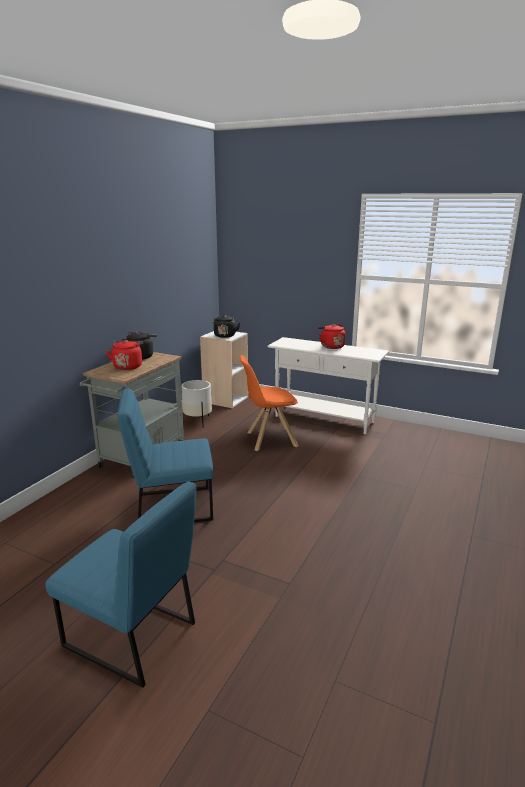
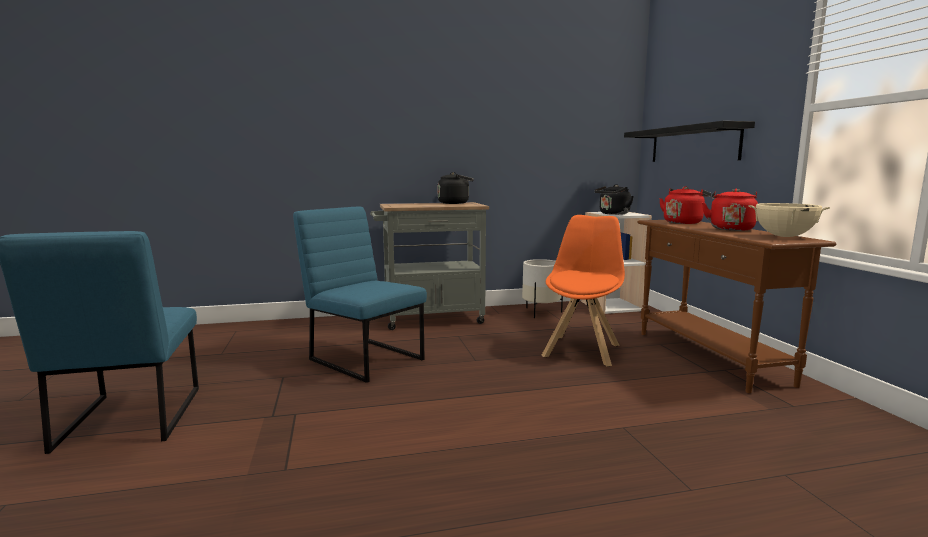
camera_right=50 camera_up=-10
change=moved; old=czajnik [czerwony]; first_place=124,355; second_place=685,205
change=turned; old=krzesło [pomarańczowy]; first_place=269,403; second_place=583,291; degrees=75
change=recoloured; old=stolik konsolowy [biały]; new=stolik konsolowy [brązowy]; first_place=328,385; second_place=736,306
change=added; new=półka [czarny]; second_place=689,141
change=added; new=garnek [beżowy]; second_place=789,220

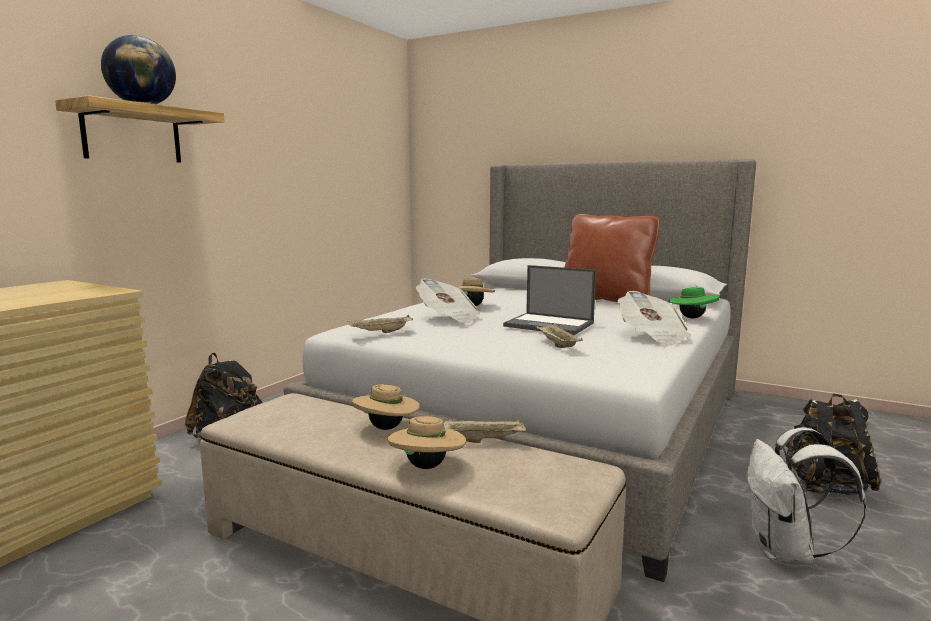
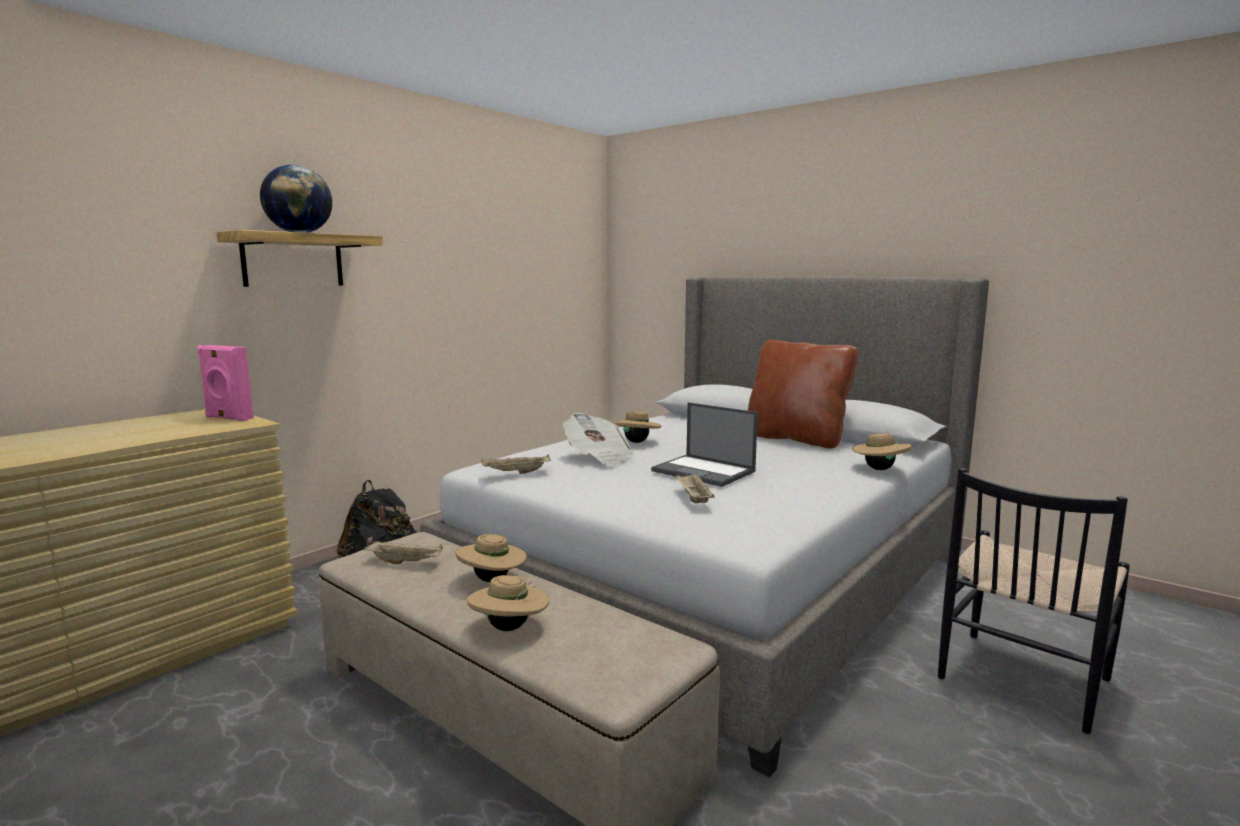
camera_right=10 camera_up=0
change=moved; old=taca [beżowy]; first_place=484,430; second_place=403,552
change=removed; old=gazeta; first_place=654,318
change=recoloured; old=kapelusz [zielony]; new=kapelusz [beżowy]; first_place=694,301; second_place=882,450
change=removed; old=plecak [biały]; first_place=806,495
change=replaced; old=plecak [czarny]; new=krzesło [czarny]; first_place=833,444; second_place=1034,601
change=added; new=głośnik [różowy]; second_place=225,383

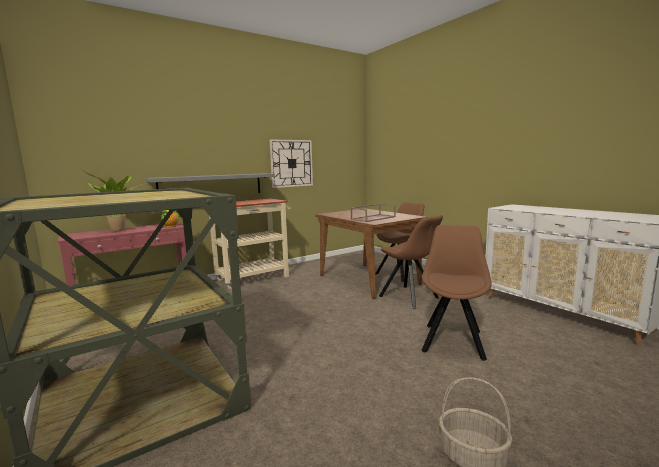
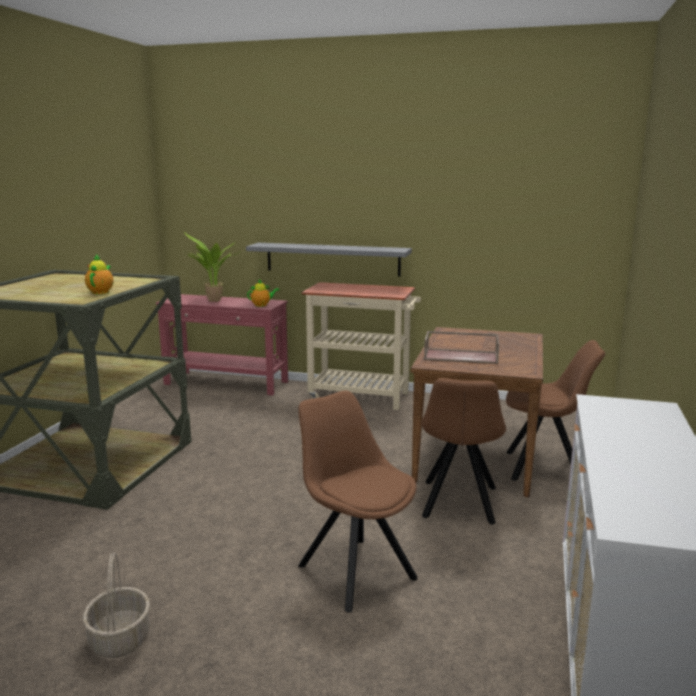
camera_right=50 camera_up=5
change=removed; old=zegar ścienny; first_place=291,163
change=turned; old=krzesło [brązowy]; first_place=456,293; second_place=357,501; degrees=-105
change=added; new=imbryk; second_place=99,274

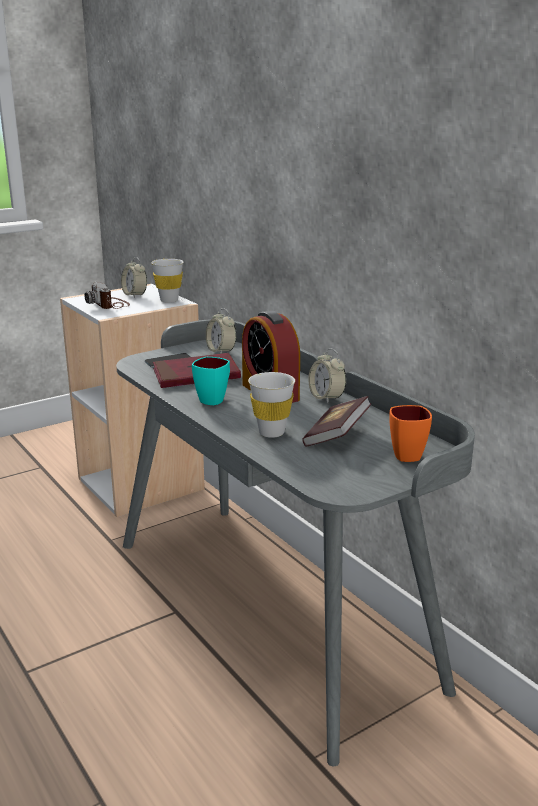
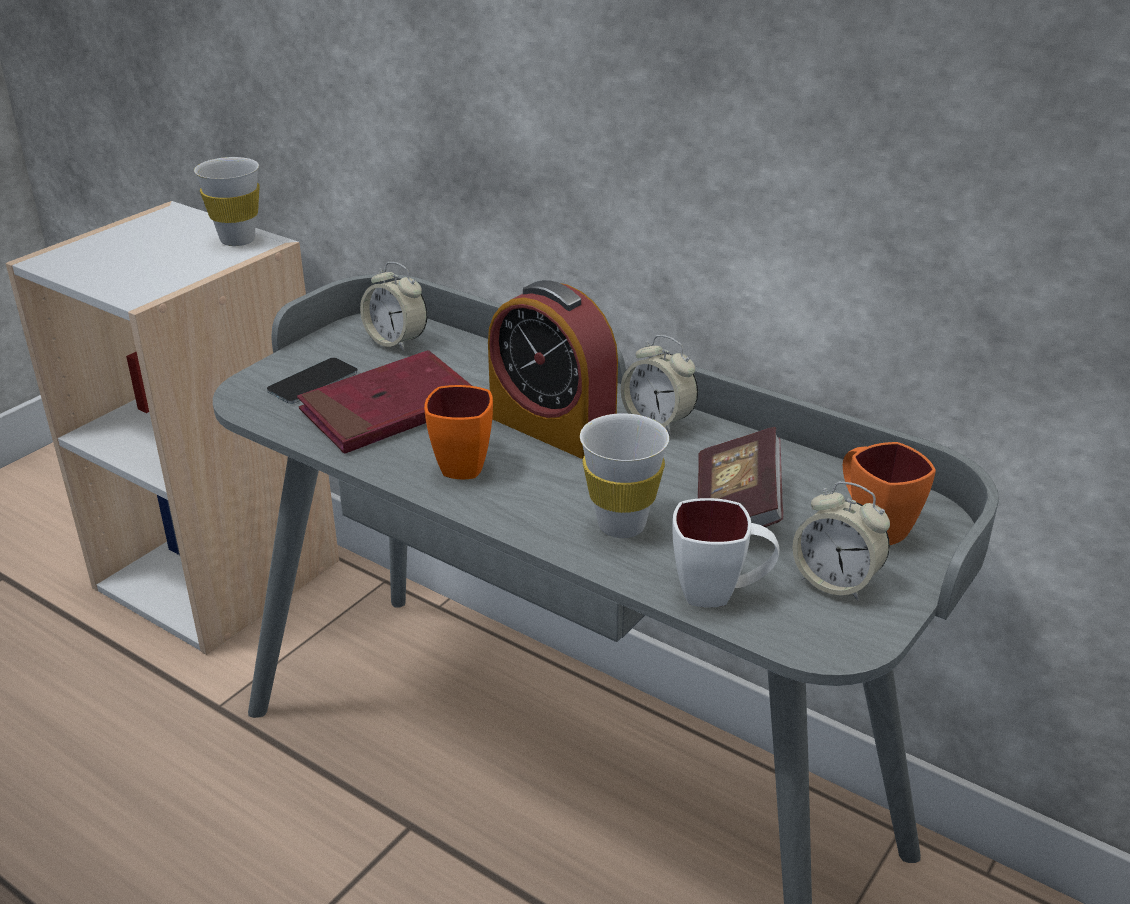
camera_right=-20 camera_up=10
change=removed; old=aparat fotograficzny; first_place=107,295
change=moved; old=budzik; first_place=134,277; second_place=841,541
change=recoloured; old=kubek [turkusowy]; new=kubek [pomarańczowy]; first_place=211,381; second_place=458,432
change=added; new=kubek [biały]; second_place=726,553

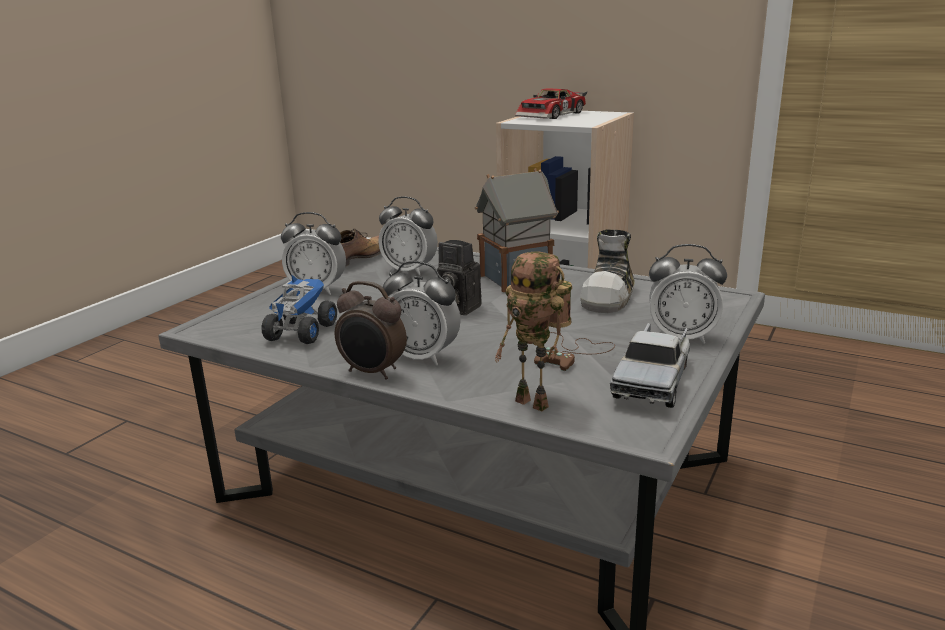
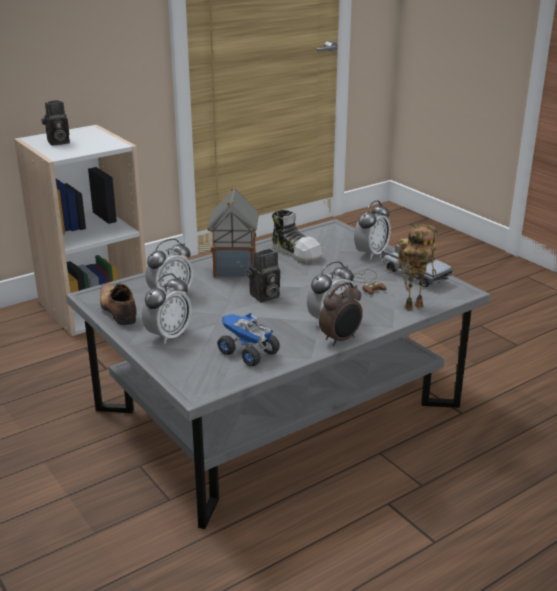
camera_right=-65 camera_up=5
change=replaced; old=samochodzik; new=aparat fotograficzny; first_place=551,104; second_place=56,123

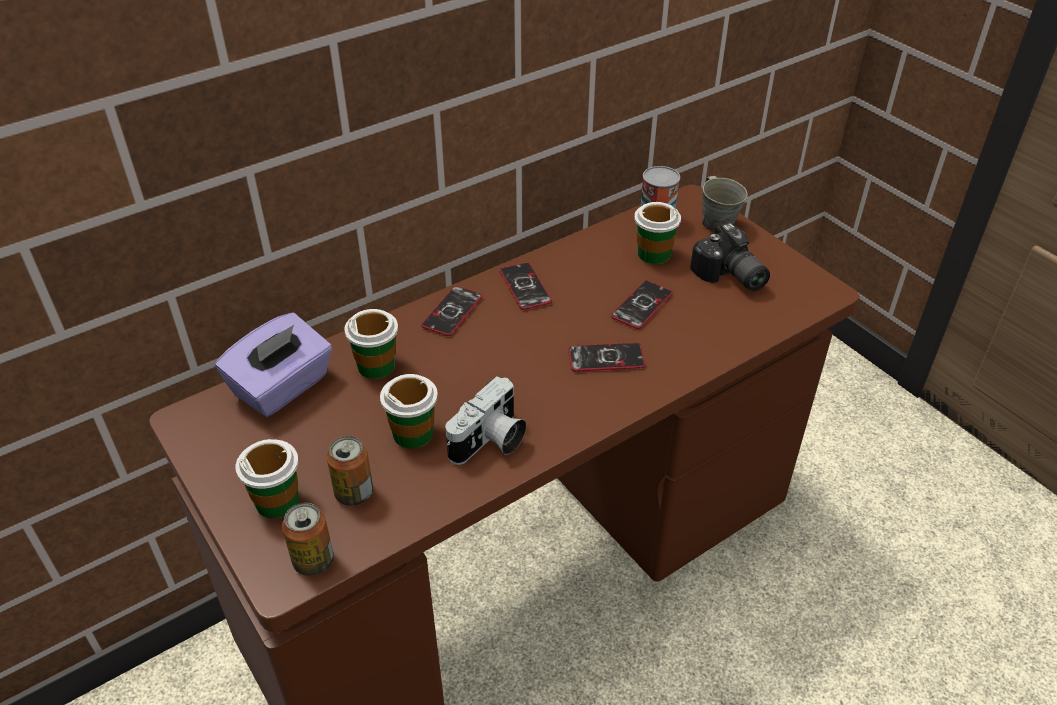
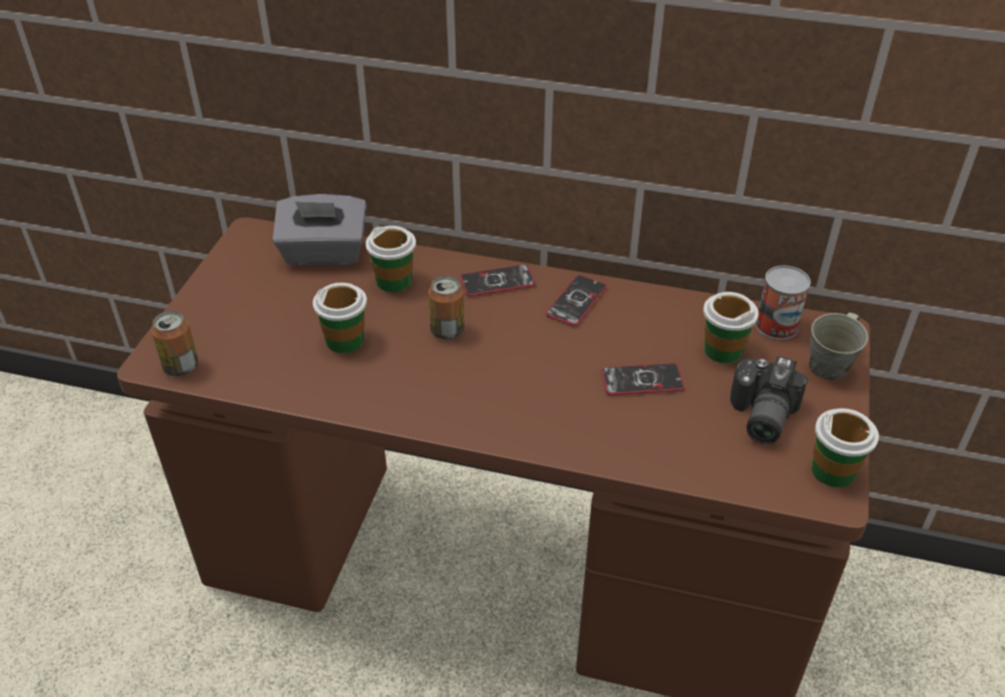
camera_right=50 camera_up=0
change=recoloured; old=pudełko chusteczek [fioletowy]; new=pudełko chusteczek [szary]; first_place=273,364; second_place=319,229
change=moved; old=filiżanka; first_place=267,478; second_place=845,447
change=moved; old=puszka; first_place=350,471; second_place=446,307
change=removed; old=aparat fotograficzny; first_place=486,420
change=removed; old=telefon; first_place=606,357

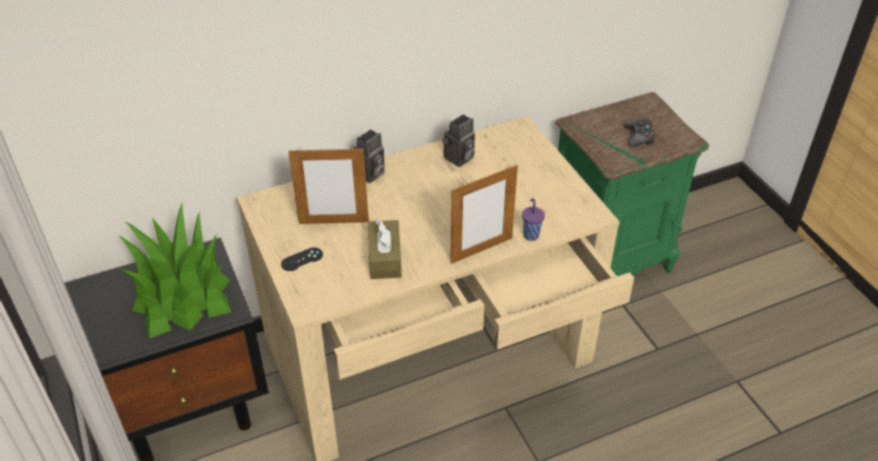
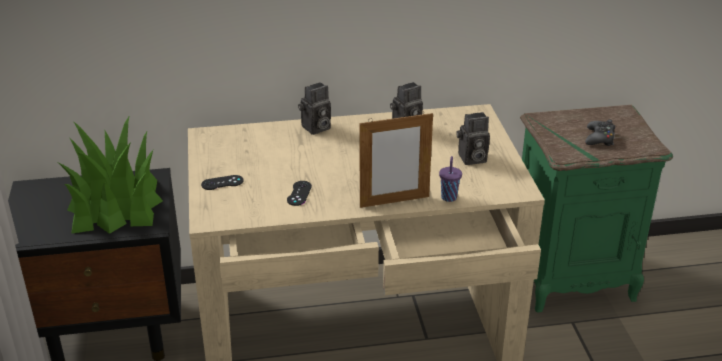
camera_right=15 camera_up=-10
change=removed; old=ramka na zdjęcie; first_place=328,185
change=replaced; old=pudełko chusteczek [brązowy]; new=pad do gier [czarny]; first_place=385,249; second_place=299,193
change=added; new=aparat fotograficzny; second_place=473,138

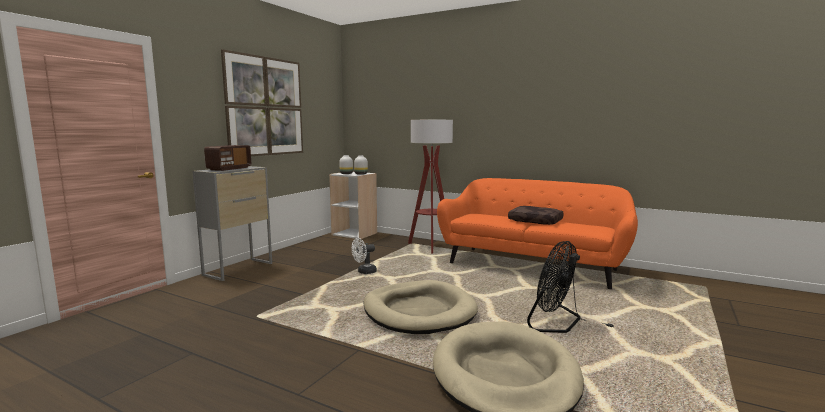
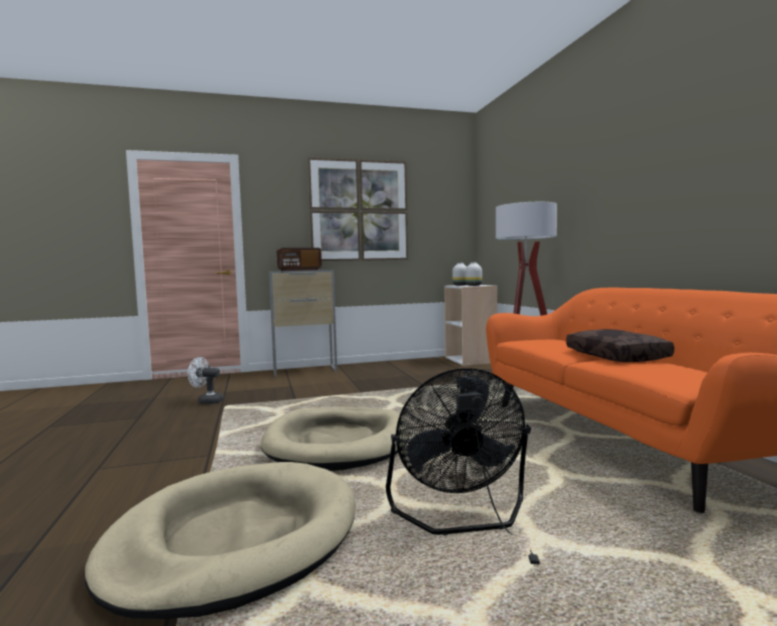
camera_right=45 camera_up=-5
change=moved; old=wentylator [biały]; first_place=364,256; second_place=205,380

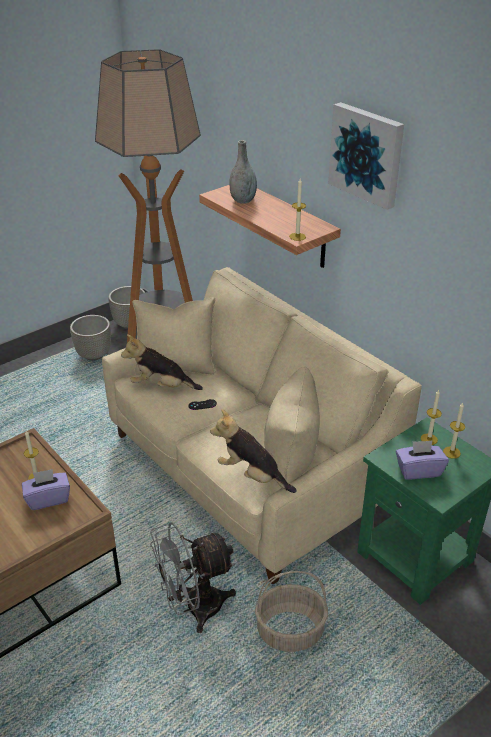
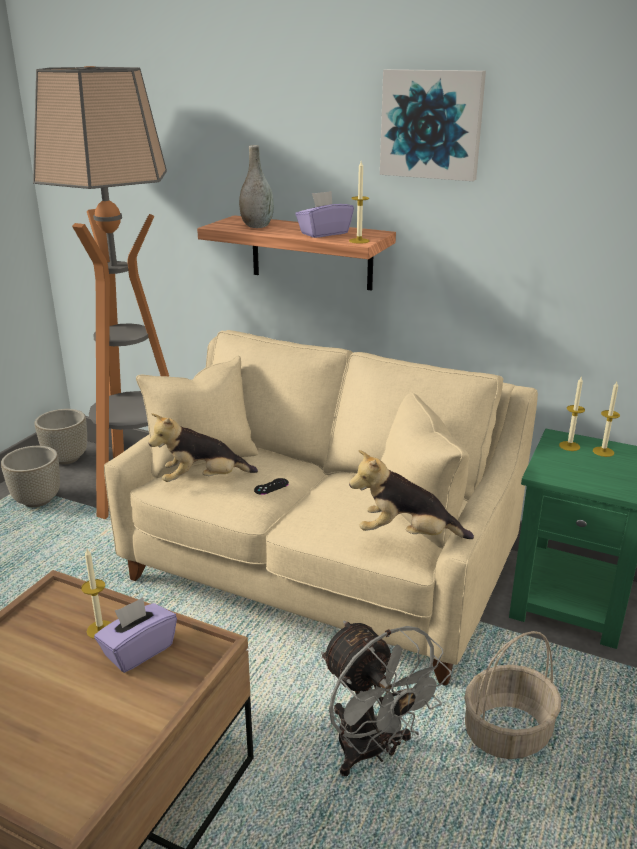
camera_right=-25 camera_up=-10
change=turned; old=wentylator [szary]; first_place=193,577; second_place=386,698; degrees=-75
change=moved; old=pudełko chusteczek [fioletowy]; first_place=422,460; second_place=324,214

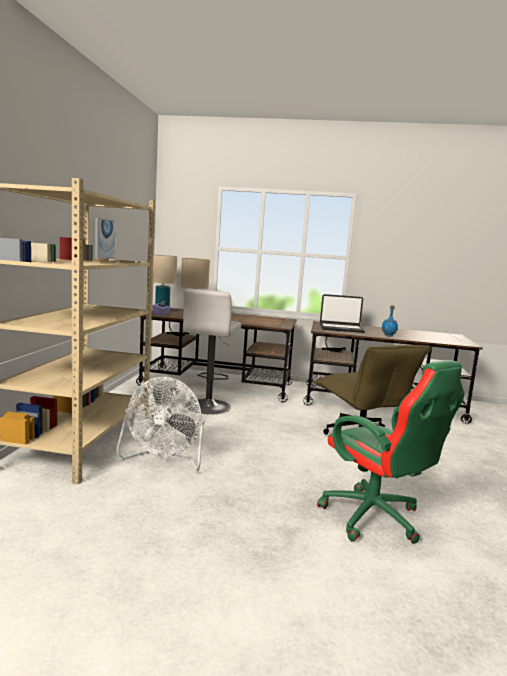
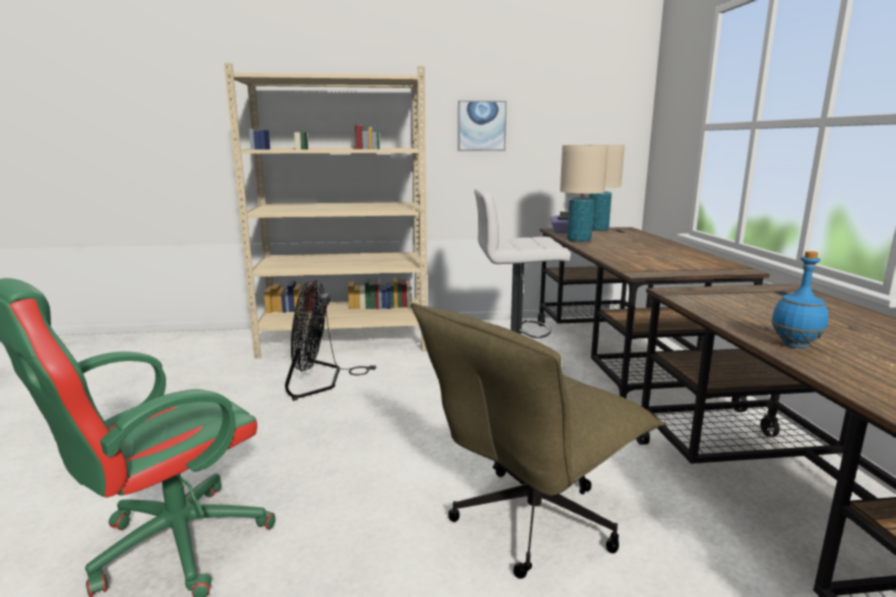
camera_right=75 camera_up=5
change=recoloured; old=wentylator [biały]; new=wentylator [czarny]; first_place=161,425; second_place=331,340
change=removed; old=laptop; first_place=342,313

